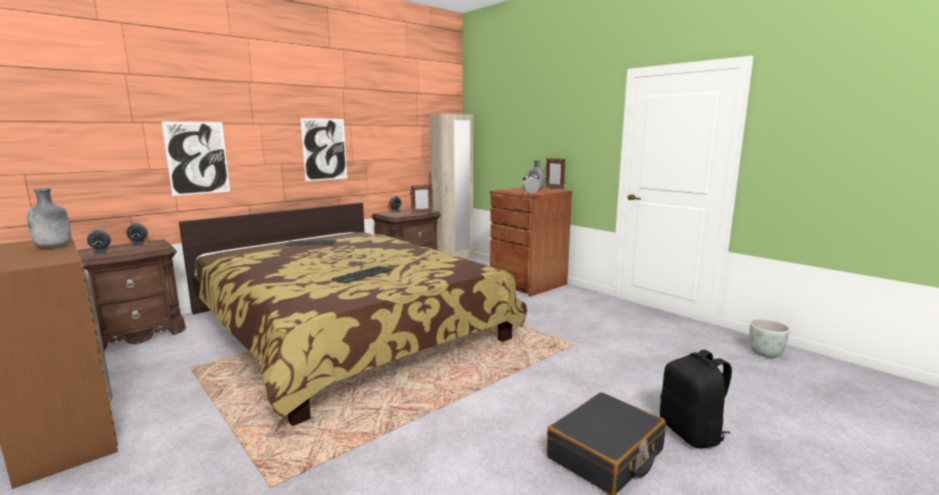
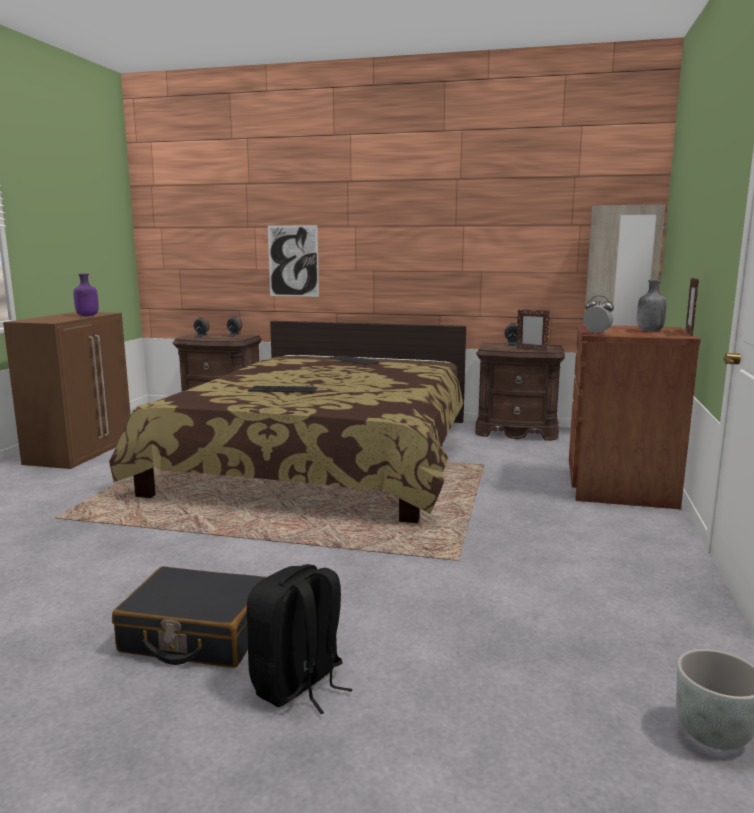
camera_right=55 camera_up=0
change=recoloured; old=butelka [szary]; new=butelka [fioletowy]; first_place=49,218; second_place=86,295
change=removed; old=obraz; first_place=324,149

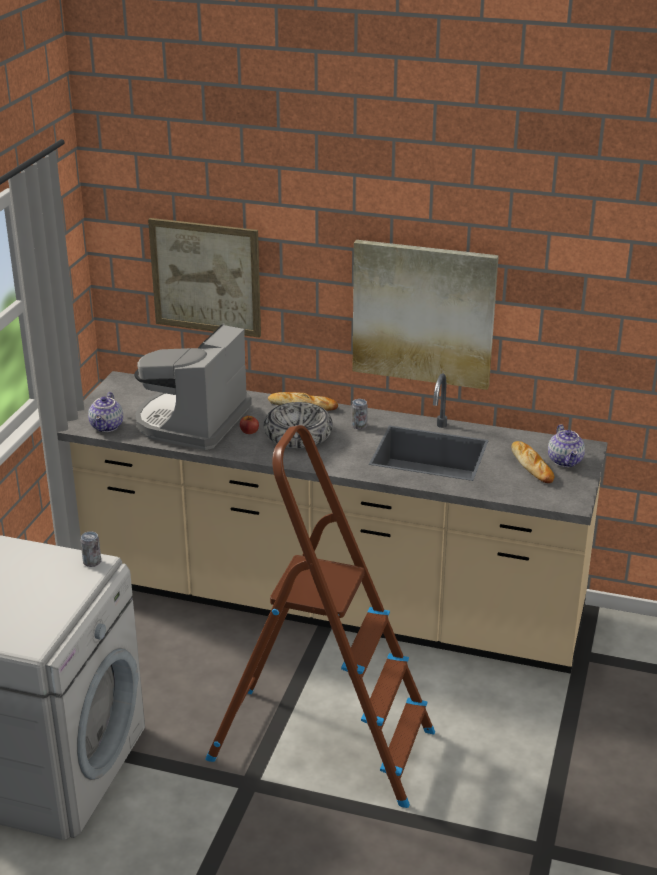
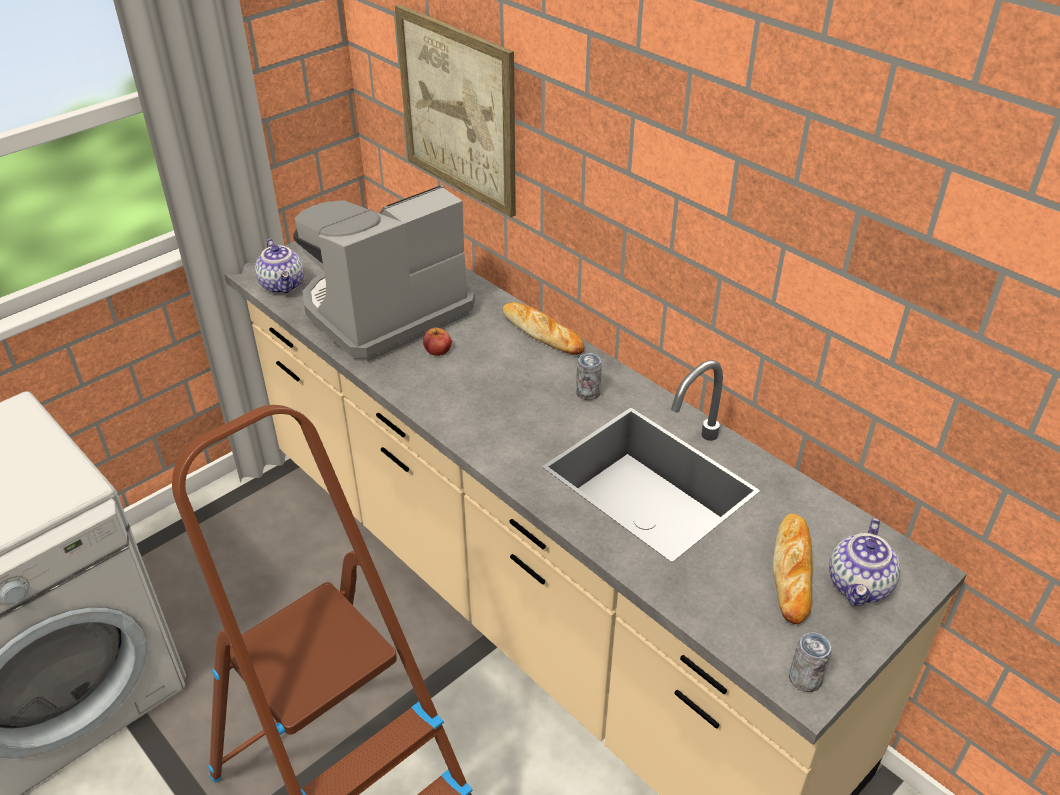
camera_right=30 camera_up=10
change=moved; old=puszka; first_place=90,549; second_place=810,662
change=turned; old=imbryk; first_place=105,412; second_place=279,266; degrees=-60
change=removed; old=miska; first_place=298,425
change=removed; old=obraz; first_place=426,315

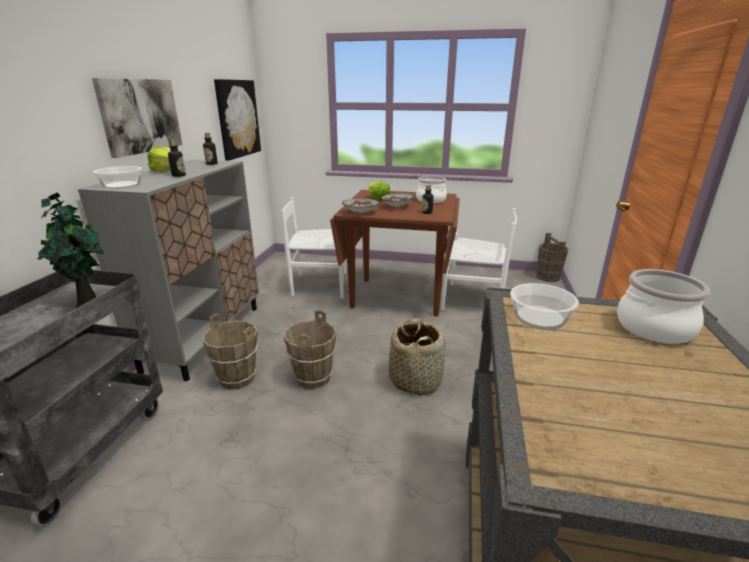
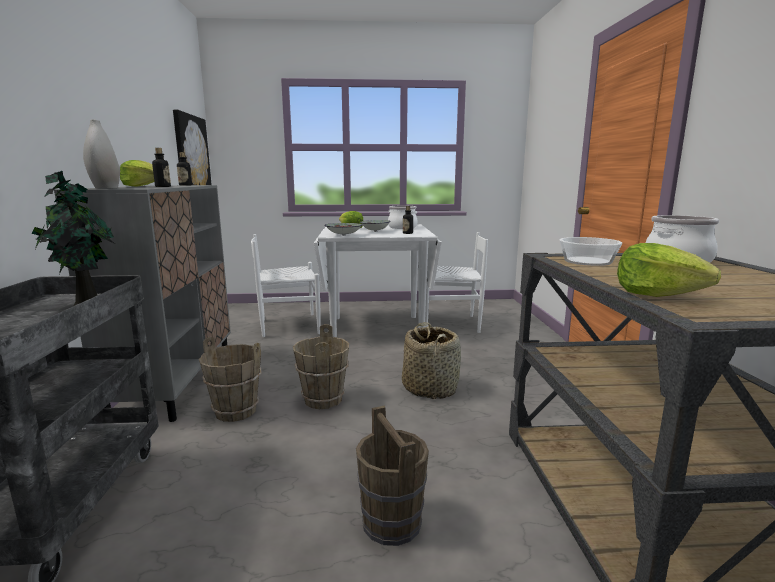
camera_right=-15 camera_up=-10
change=removed; old=obraz; first_place=137,118
change=replaced; old=miska; new=wazon [biały]; first_place=117,177; second_place=101,154
change=recoloured; old=stół jadalny [brązowy]; new=stół jadalny [biały]; first_place=395,253; second_place=378,280
change=moved; old=wiadro [brązowy]; first_place=552,257; second_place=392,475
change=added; new=sałata; second_place=669,270

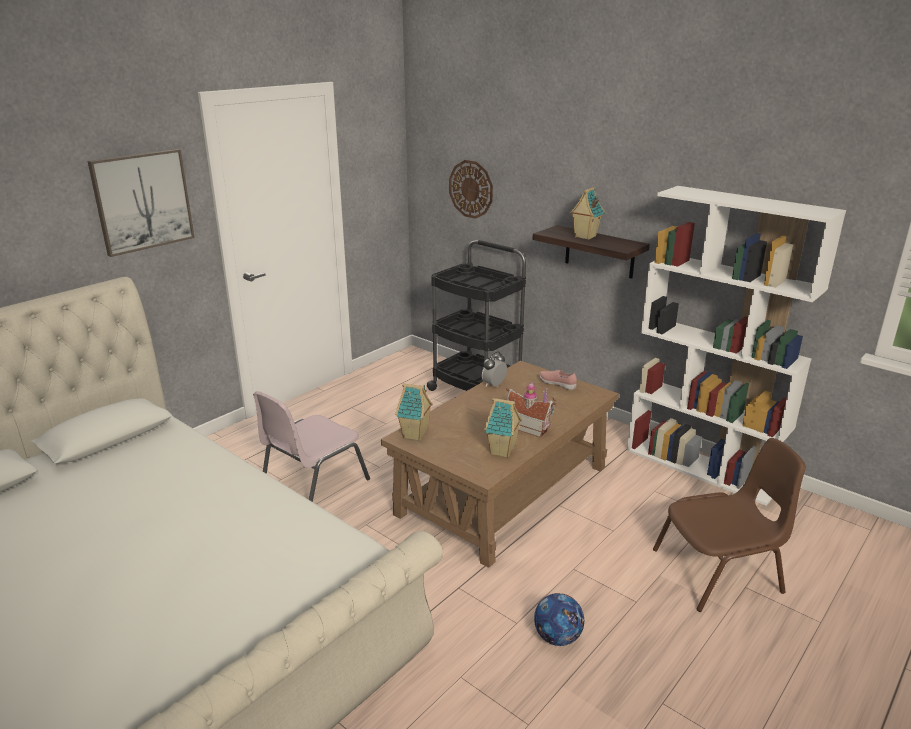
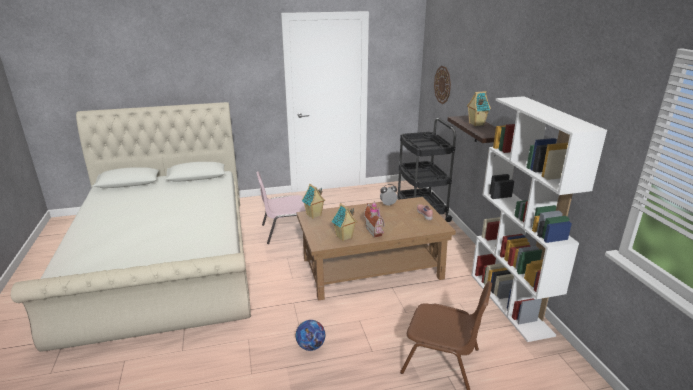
camera_right=35 camera_up=0
change=removed; old=obraz; first_place=141,203

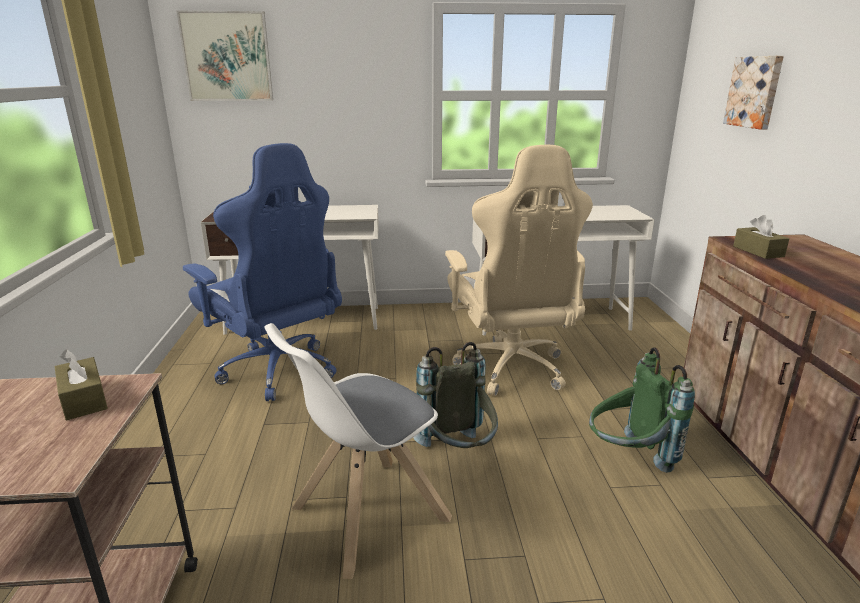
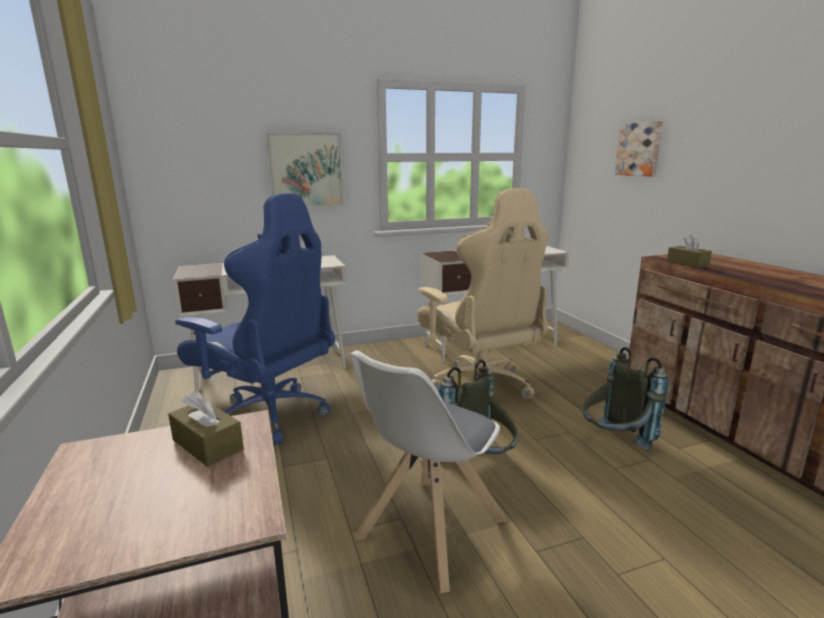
camera_right=-15 camera_up=-5
change=moved; old=obraz; first_place=225,56; second_place=305,170
change=recoloured; old=plecak [zielony]; new=plecak [szary]; first_place=642,410; second_place=626,398

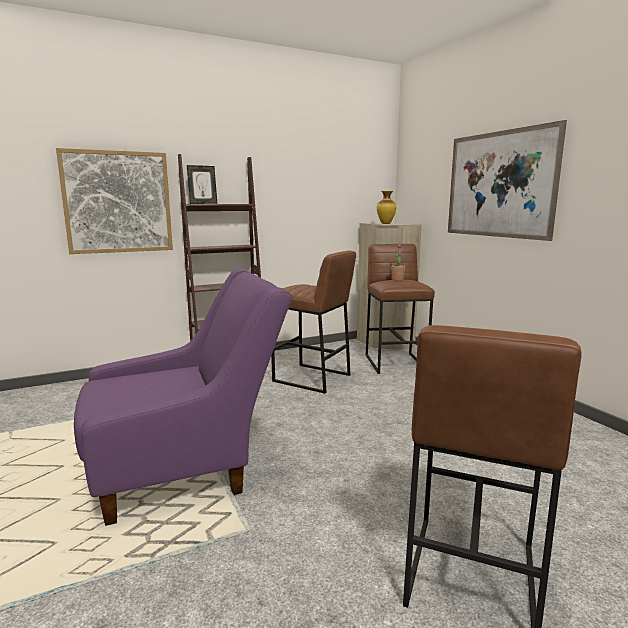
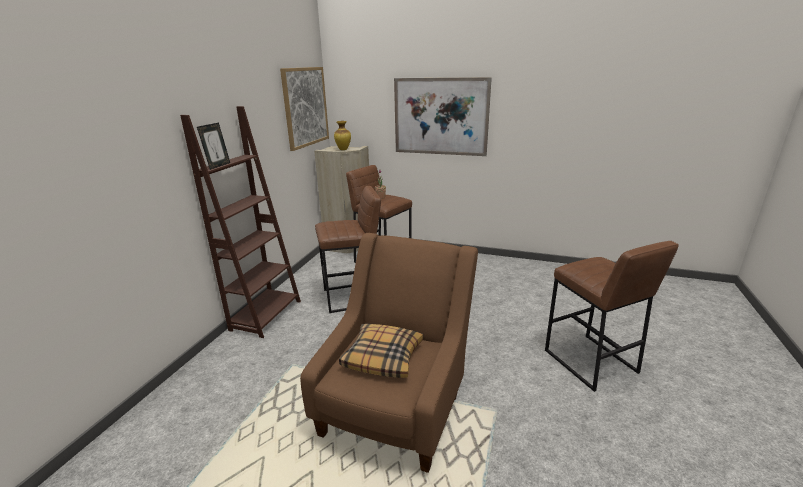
camera_right=-45 camera_up=10
change=moved; old=obraz; first_place=114,201; second_place=304,109
change=recoloured; old=fotel [fioletowy]; new=fotel [brązowy]; first_place=183,397; second_place=389,353
change=added; new=poduszka; second_place=381,351

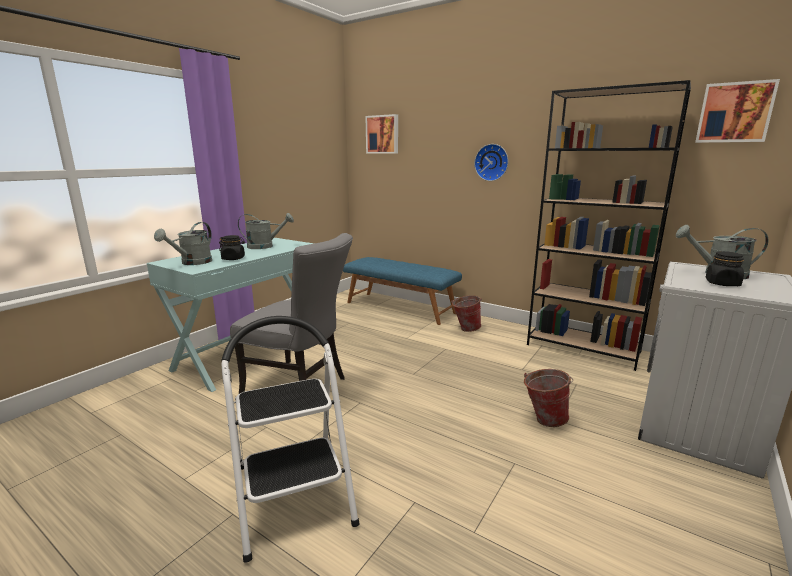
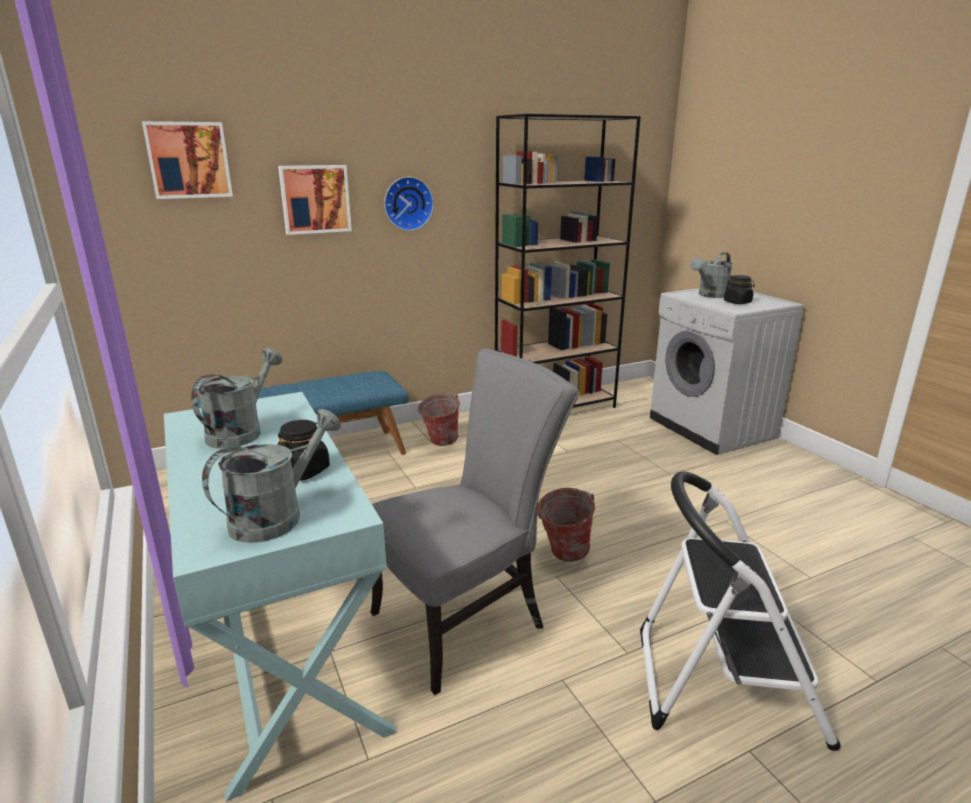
camera_right=-60 camera_up=5
change=turned; old=konewka [szary]; first_place=183,243; second_place=271,476; degrees=-105
change=moved; old=wiadro; first_place=548,398; second_place=566,525
change=moved; old=obraz; first_place=737,111; second_place=315,200

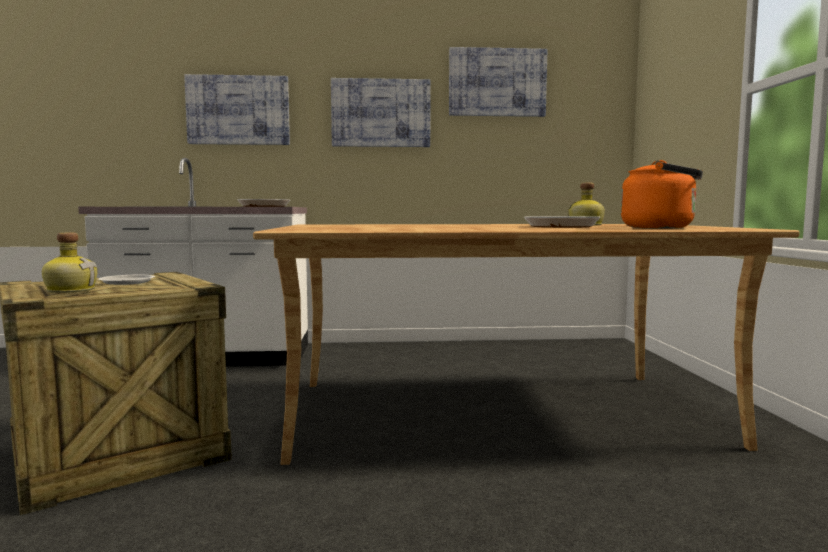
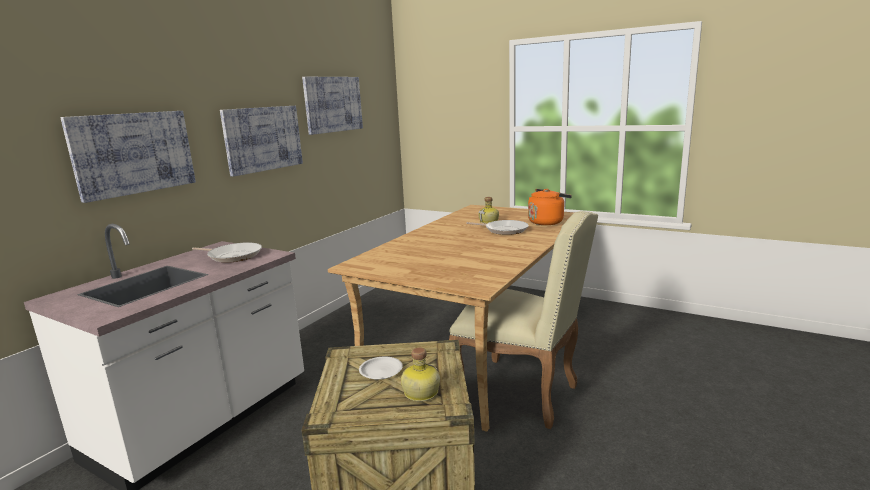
camera_right=-55 camera_up=10
change=added; new=krzesło [beżowy]; second_place=523,320

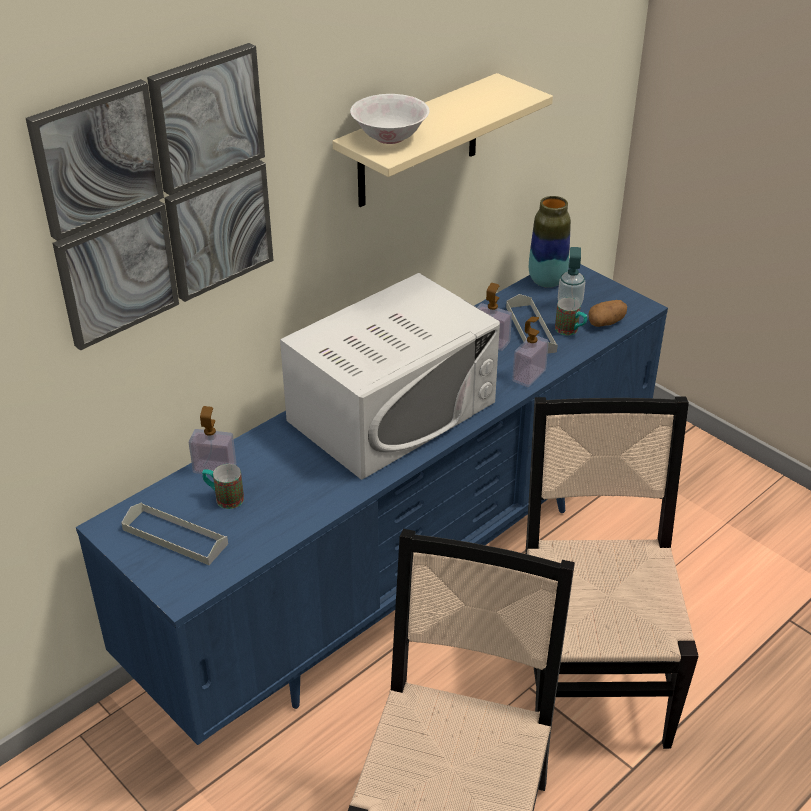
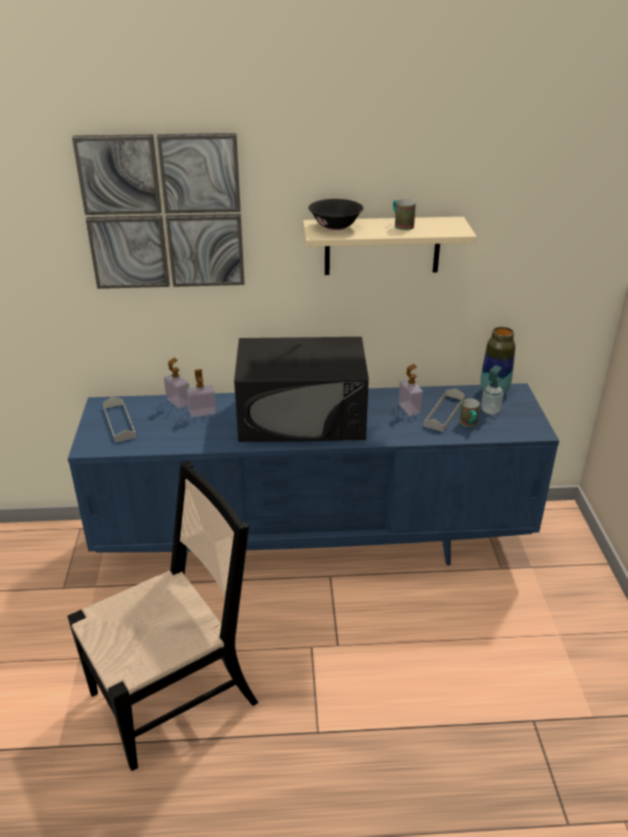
camera_right=40 camera_up=-5
change=moved; old=kubek; first_place=223,486; second_place=404,214
change=recoloured; old=mikrofalówka [biały]; new=mikrofalówka [czarny]; first_place=390,376; second_place=301,389
change=recoloured; old=miska [biały]; new=miska [czarny]; first_place=390,119; second_place=335,215
change=moved; old=dozownik mydła; first_place=530,352; second_place=201,393
change=removed; old=krzesło; first_place=612,572
change=removed; old=ziemniak; first_place=607,313

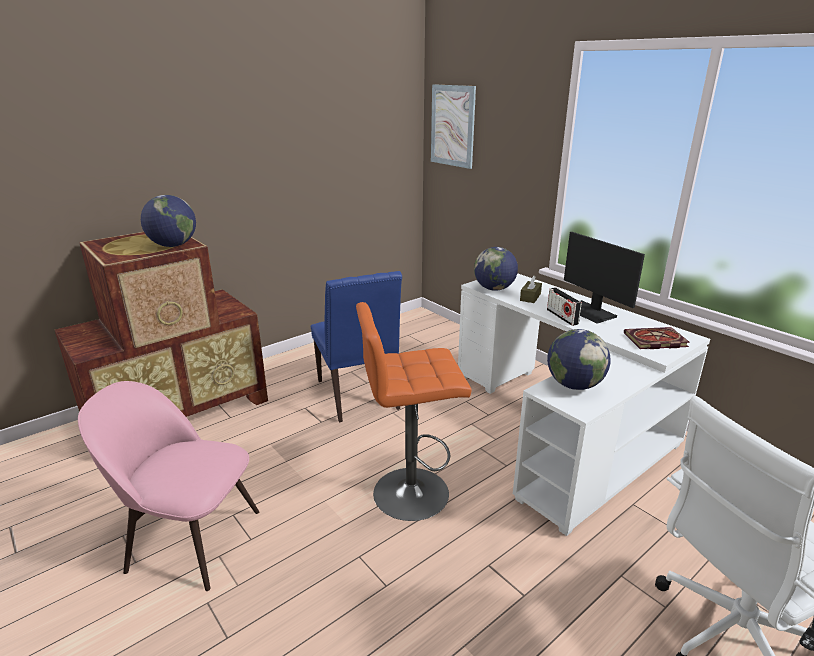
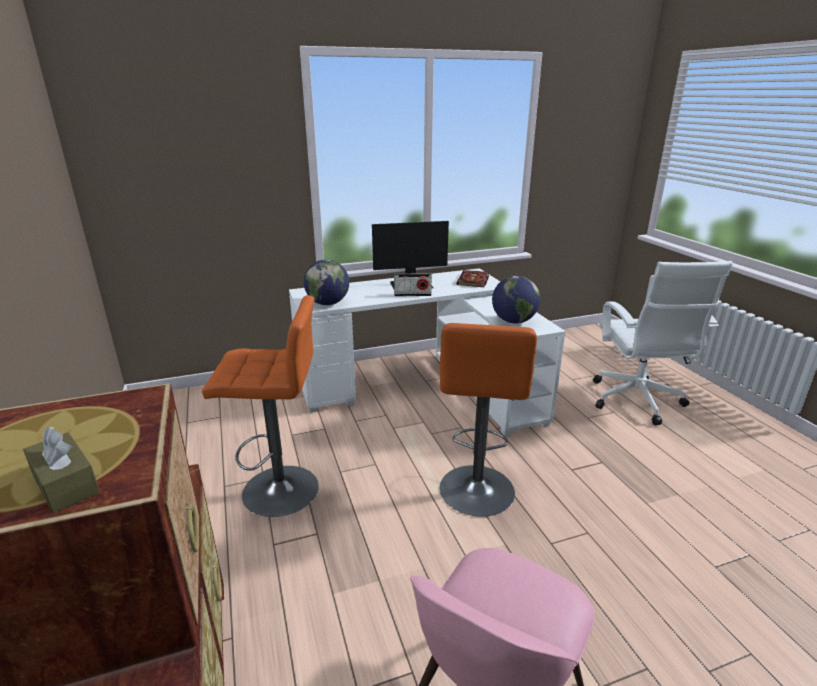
camera_right=-70 camera_up=0
change=removed; old=globus; first_place=168,221
change=replaced; old=krzesło [niebieski]; new=stołek [pomarańczowy]; first_place=356,346; second_place=260,406
change=removed; old=obraz; first_place=453,126
change=moved; old=pudełko chusteczek [brązowy]; first_place=531,289; second_place=61,470

